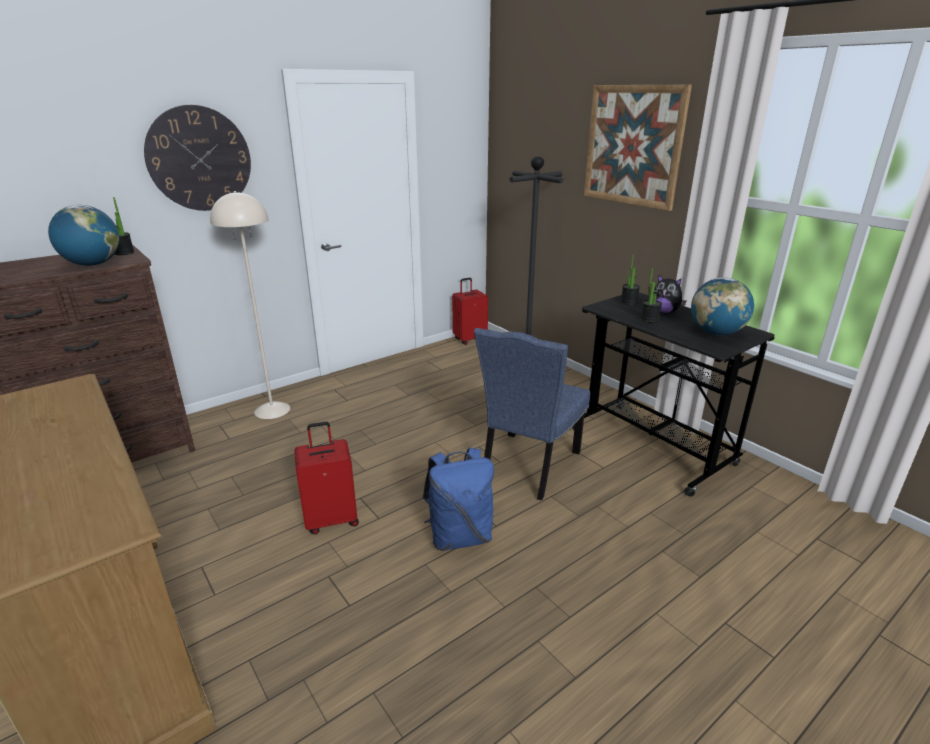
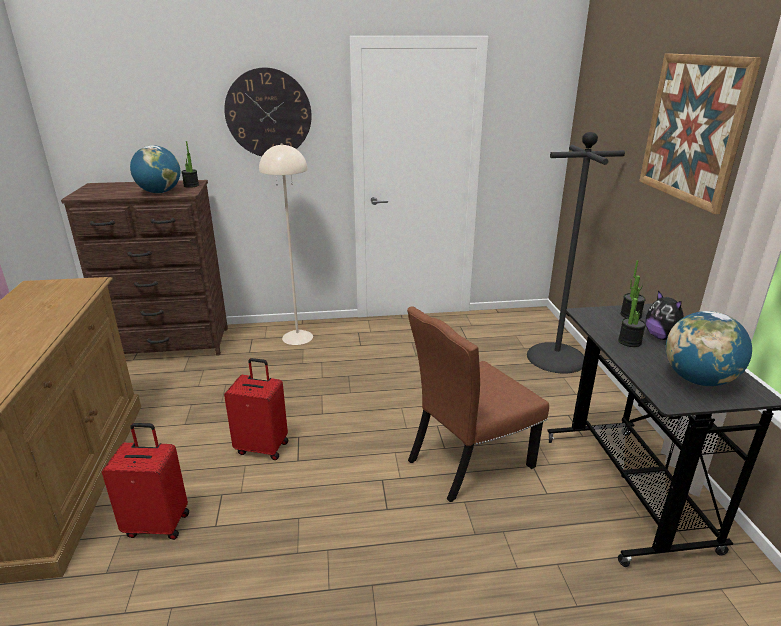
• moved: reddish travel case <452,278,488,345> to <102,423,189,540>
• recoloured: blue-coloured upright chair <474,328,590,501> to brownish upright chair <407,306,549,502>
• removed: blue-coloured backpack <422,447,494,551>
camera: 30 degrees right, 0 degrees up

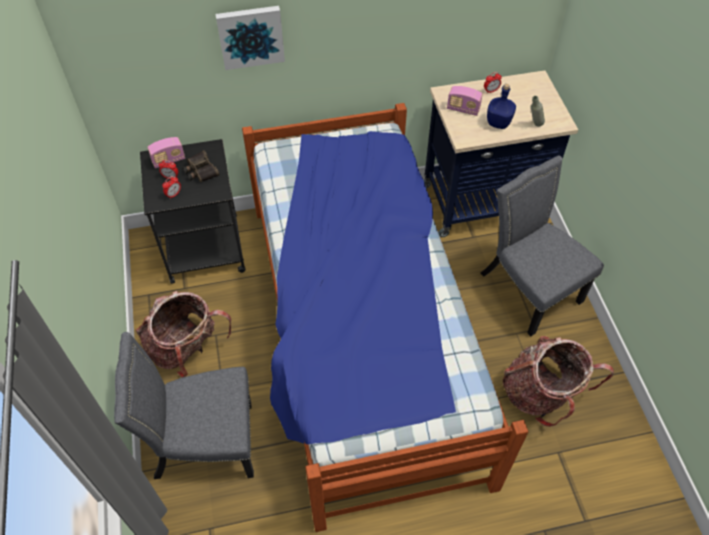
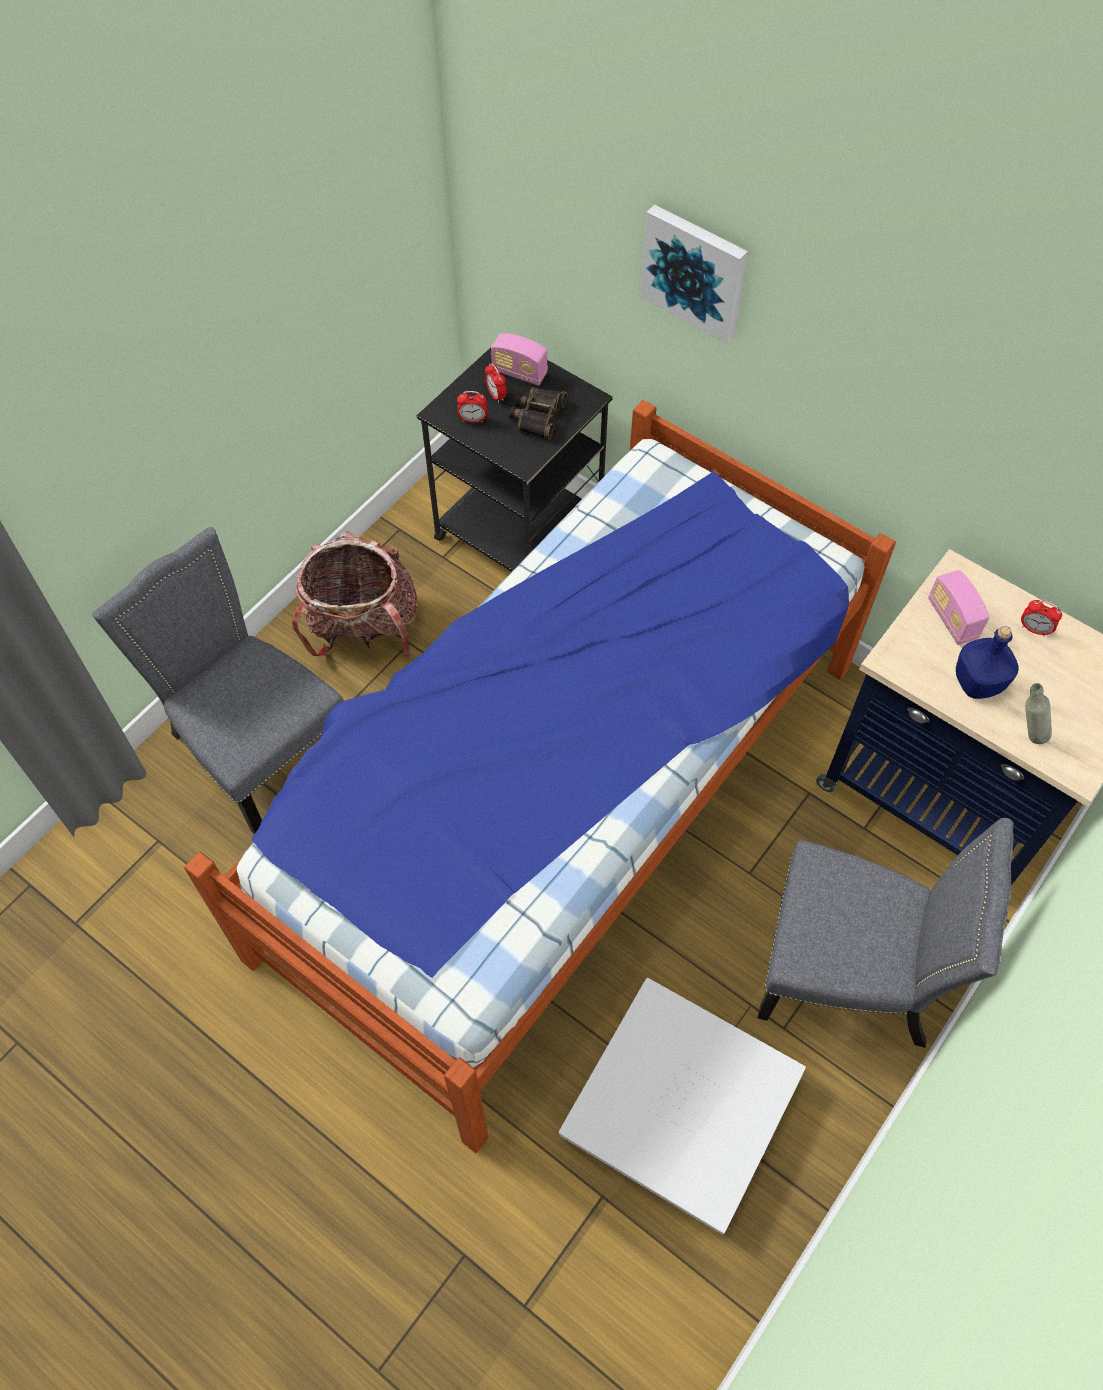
• replaced: backpack <503,336,614,427> to white storage container <559,978,806,1235>
• turned: greyish upright chair <481,155,604,336> = <758,818,1014,1048> 90 degrees clockwise
camera: 50 degrees right, 5 degrees up

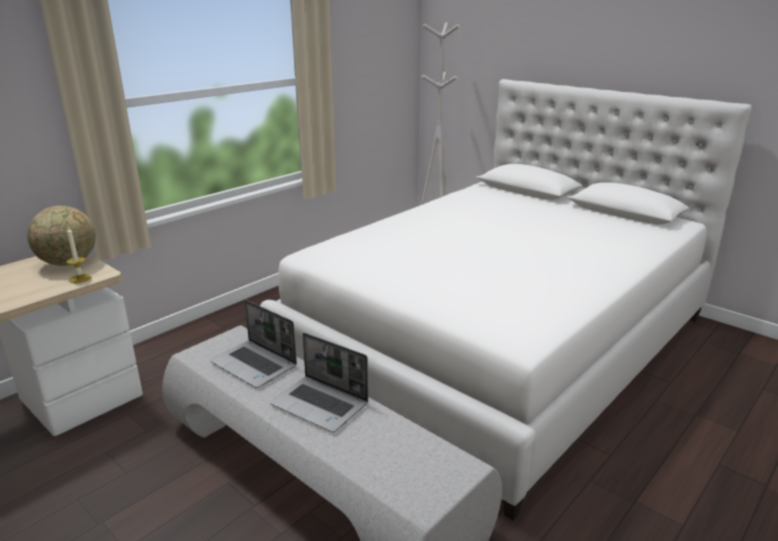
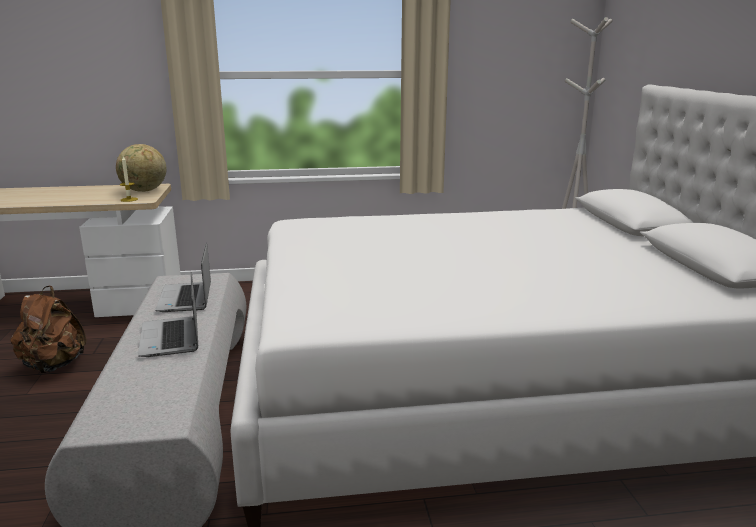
• added: brownish backpack <10,286,86,374>
camera: 40 degrees right, 5 degrees down

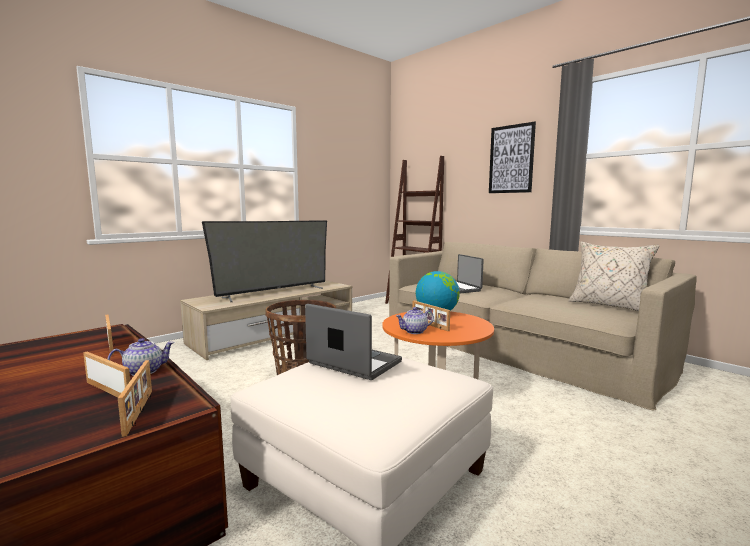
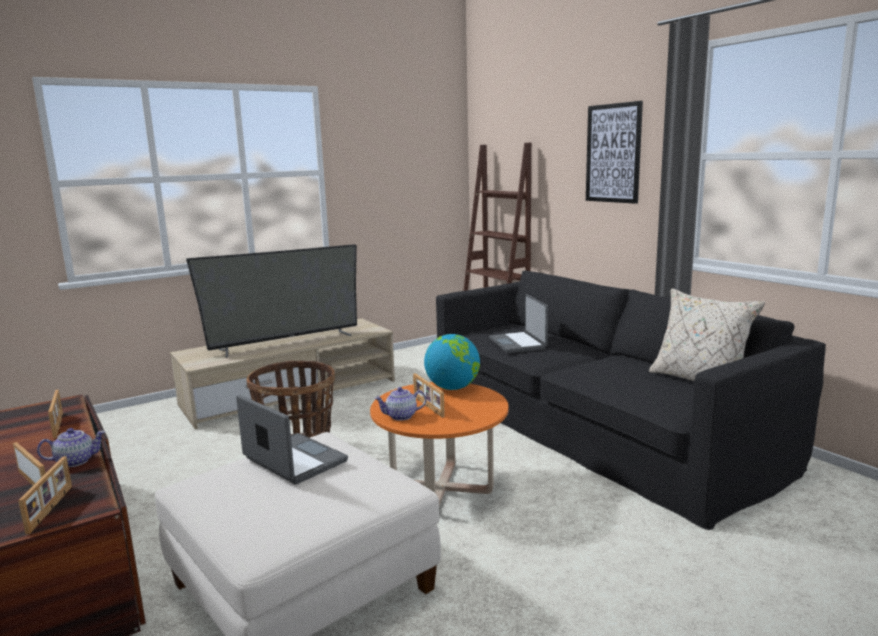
• recoloured: sand-coloured sofa <389,242,697,410> to black-coloured sofa <436,271,826,530>
camera: 10 degrees right, 5 degrees up

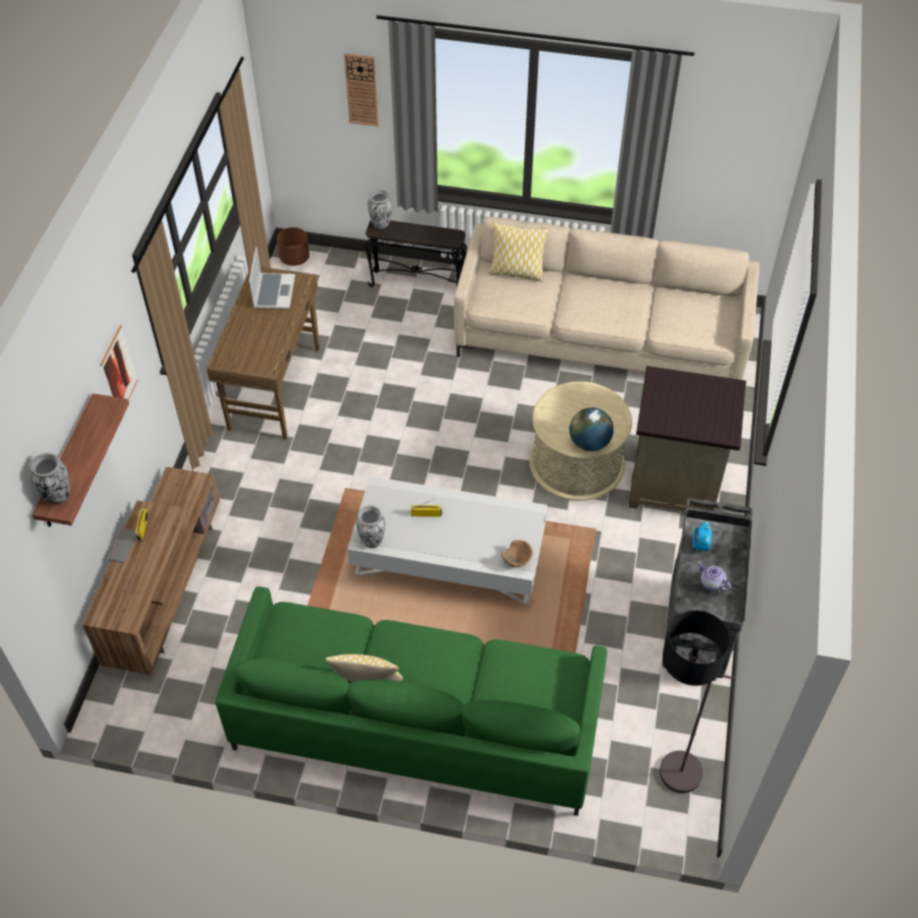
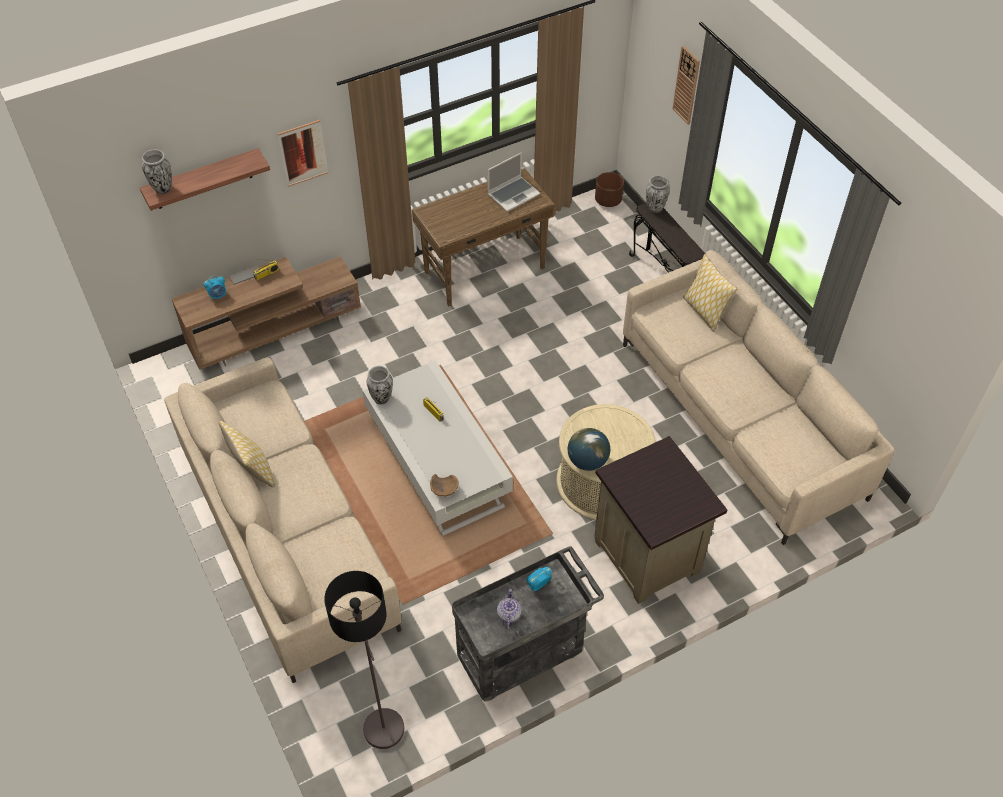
• recoloured: green-coloured sofa <215,586,607,816> to sand-coloured sofa <164,357,401,683>
• added: bedside clock <204,276,227,300>
camera: 50 degrees right, 0 degrees up

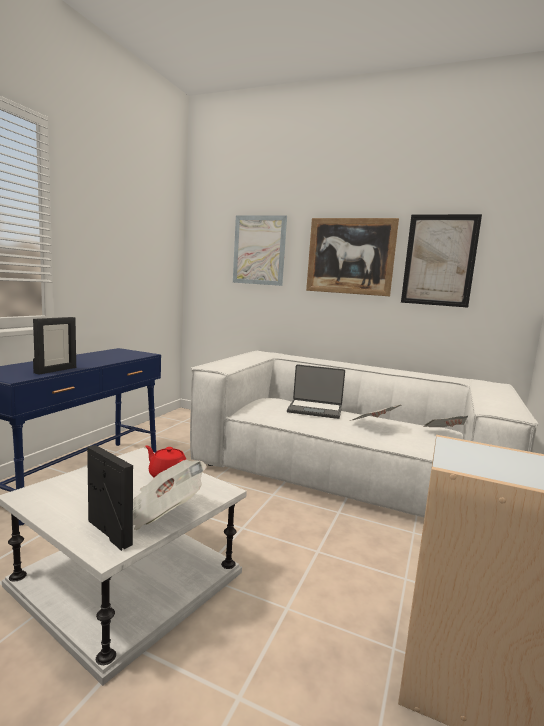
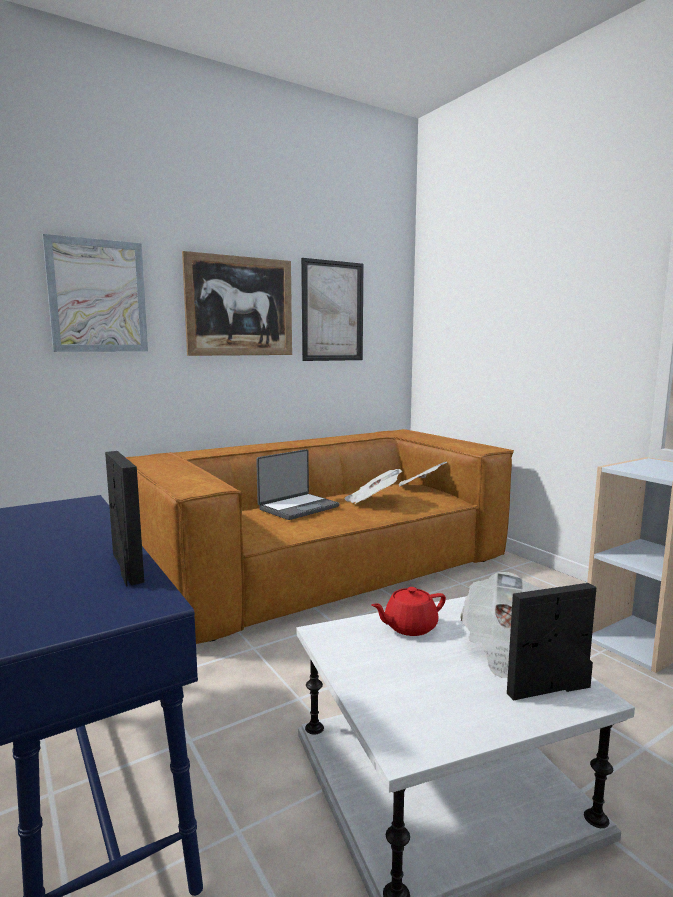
• recoloured: white sofa <190,351,538,517> to brownish sofa <126,429,514,644>
camera: 55 degrees left, 0 degrees up

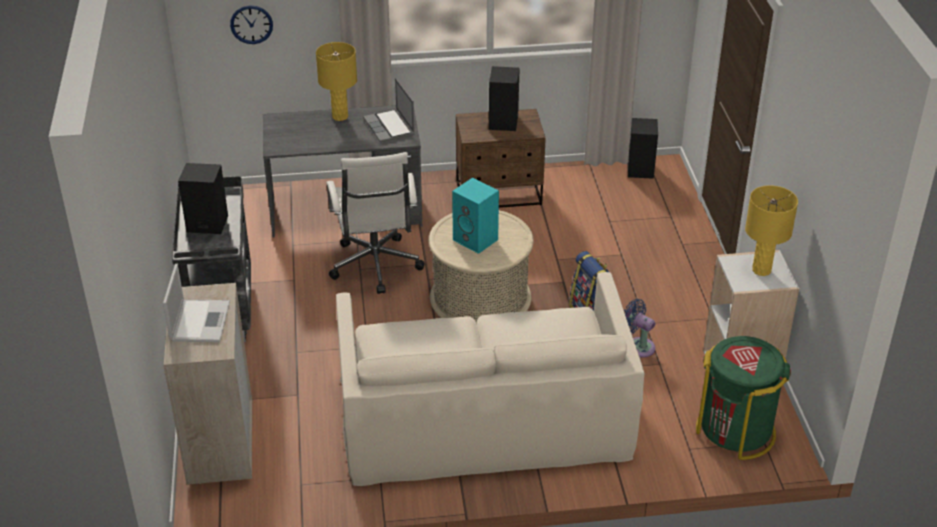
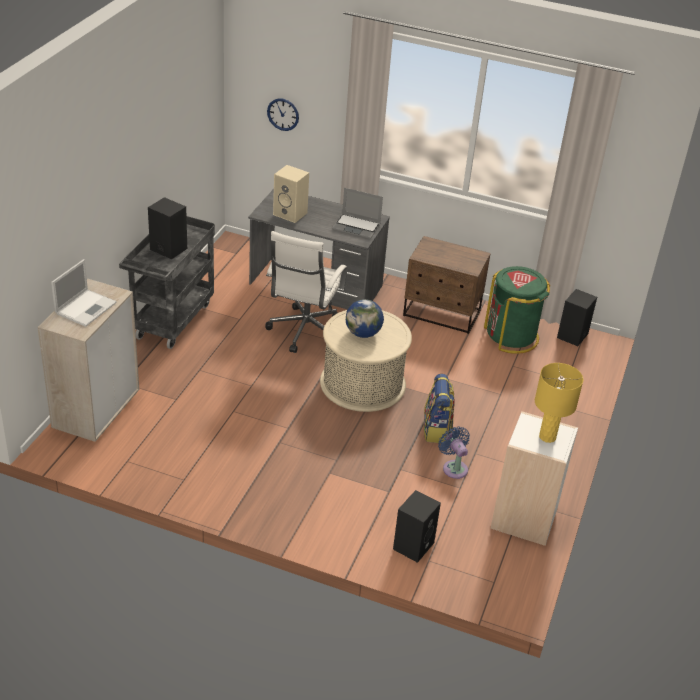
• added: sand-coloured audio speaker <273,165,309,223>
• turned: notebook computer <363,78,415,142> = <332,188,383,239> 75 degrees counterclockwise
• replaced: blue-green audio speaker <452,178,499,254> to desk globe <346,299,384,338>
• moved: black-coloured audio speaker <489,66,520,131> to <393,490,441,563>
• moved: green-coloured waste bin <696,336,791,460> to <484,266,550,354>
• removed: yellow lamp for a table <316,42,357,121>
• removed: sand-coloured sofa <336,272,644,486>
camera: 25 degrees right, 0 degrees up

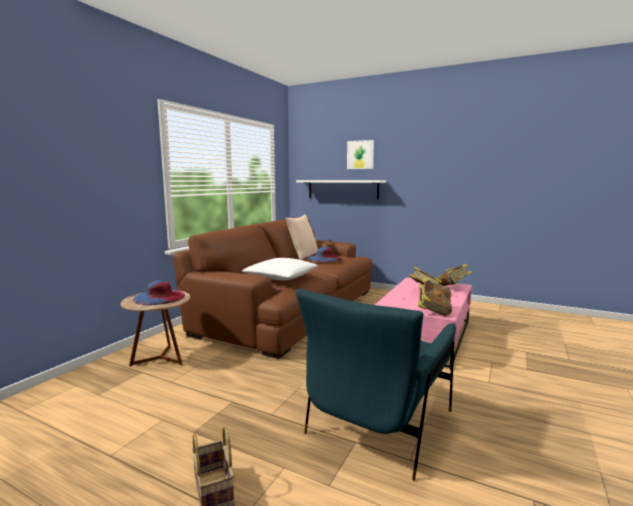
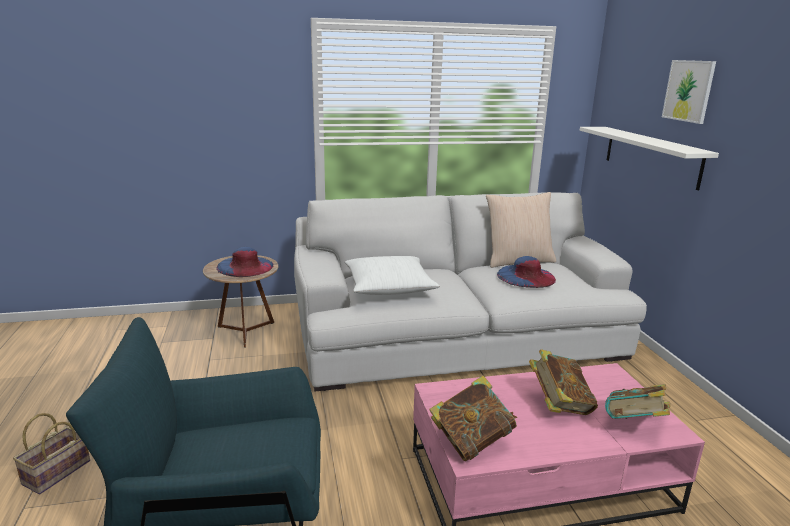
• recoloured: brownish sofa <173,217,373,359> to white sofa <294,193,647,392>
camera: 50 degrees right, 10 degrees up

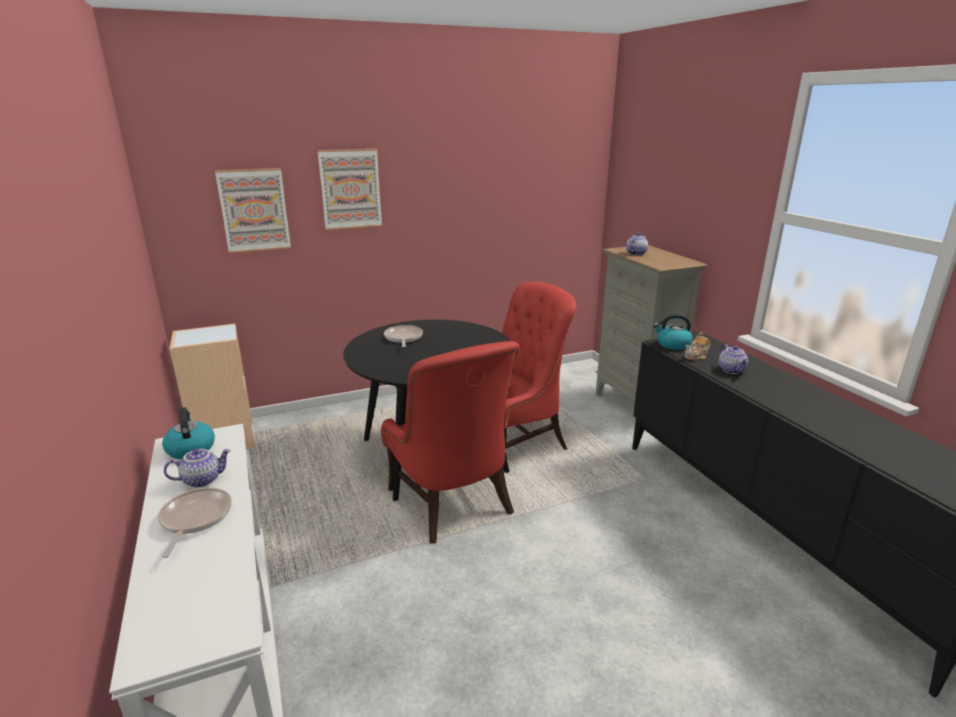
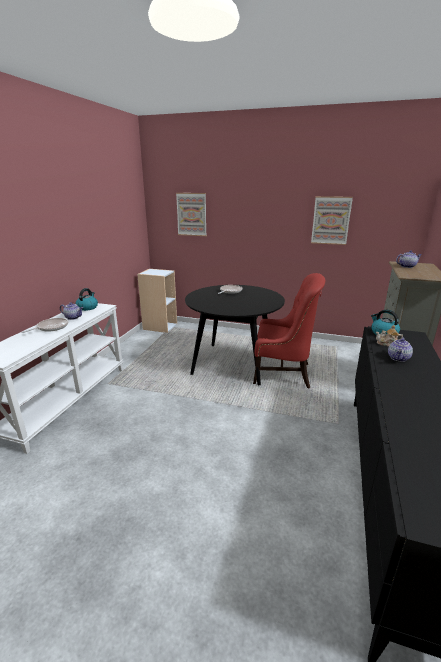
• moved: wall art <317,149,382,230> to <311,196,353,245>
• removed: reddish upright chair <381,341,520,544>
camera: 40 degrees right, 0 degrees up

